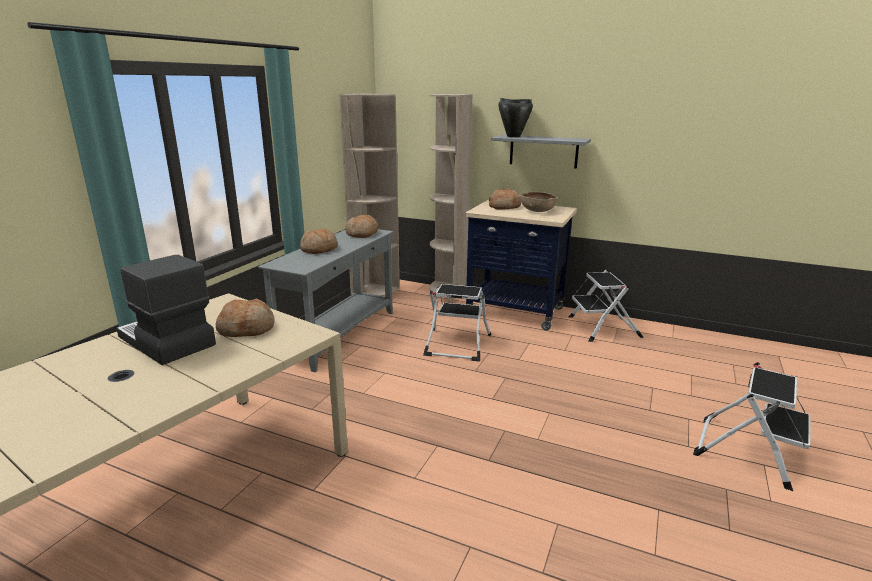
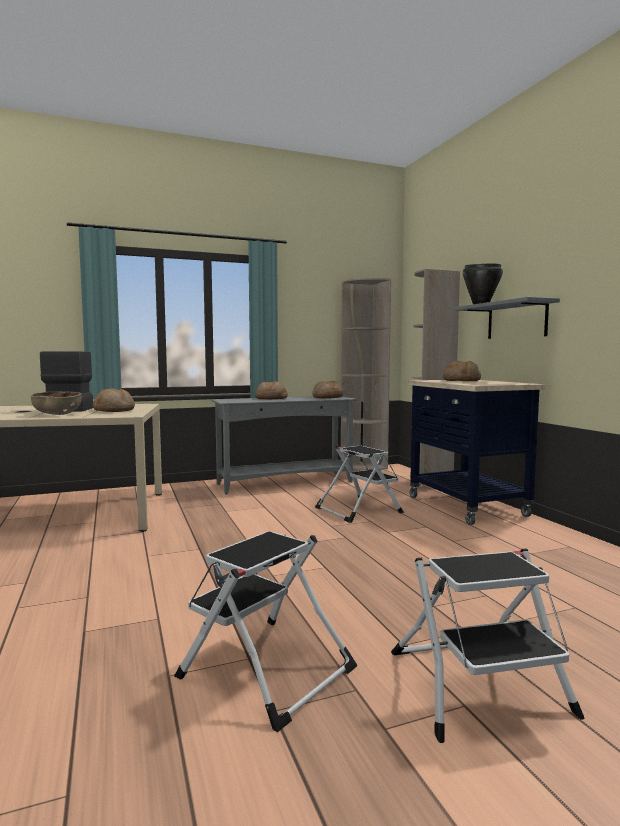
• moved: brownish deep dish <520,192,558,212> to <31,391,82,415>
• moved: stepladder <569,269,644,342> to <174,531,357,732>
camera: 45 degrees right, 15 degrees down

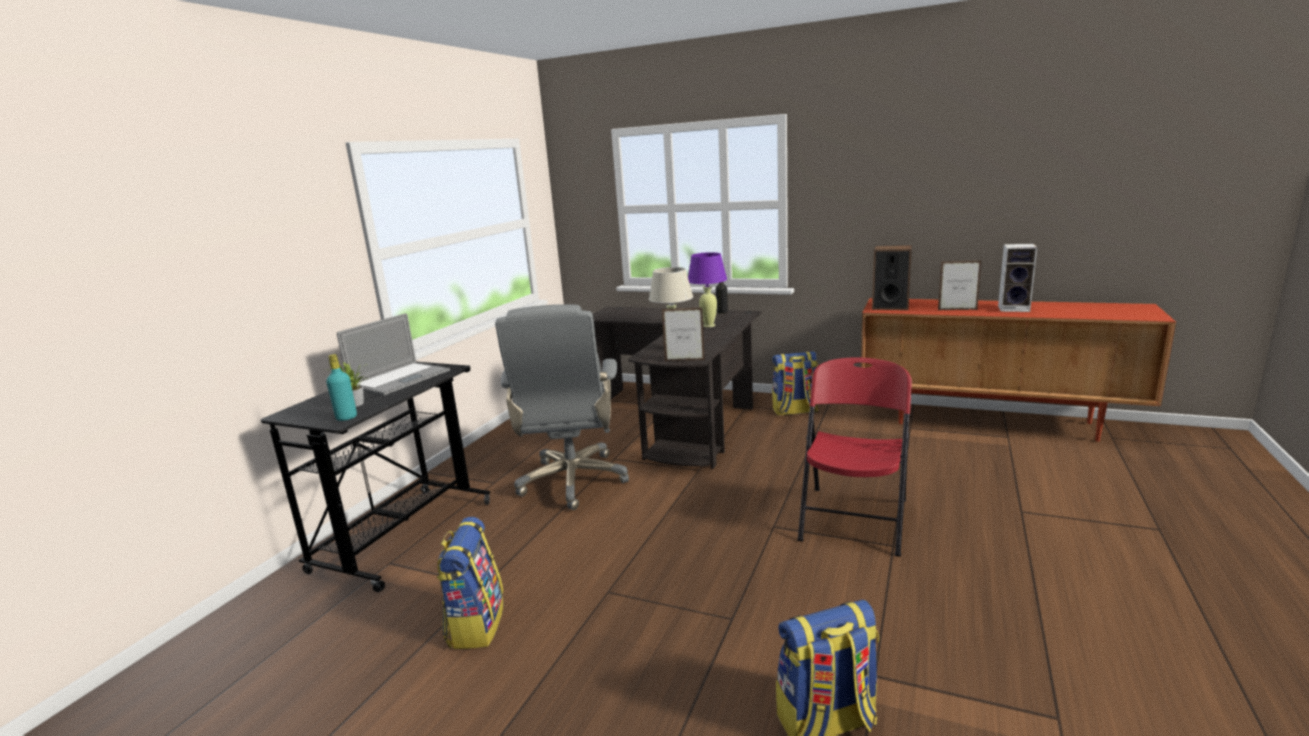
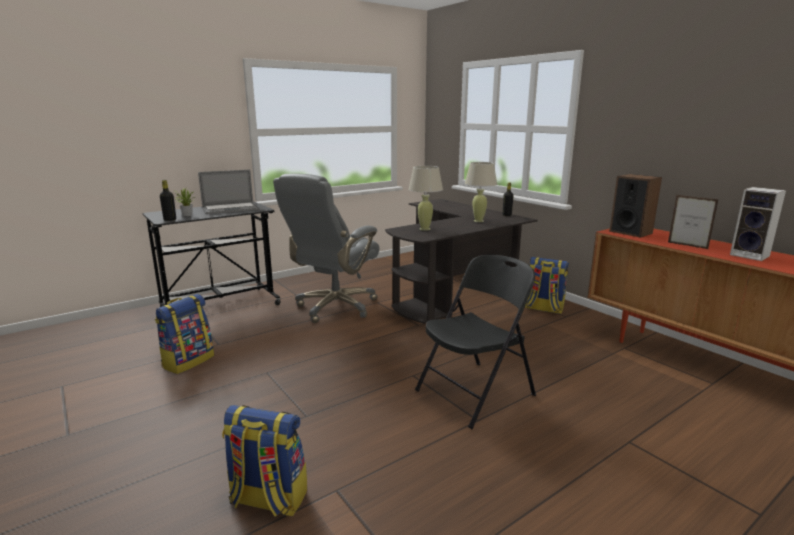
• recoloured: blue-green bottle <326,354,357,421> to black-coloured bottle <160,180,176,221>
• recoloured: reddish upright chair <797,358,912,557> to black-coloured upright chair <415,255,536,429>
• recoloured: purple-coloured lamp for a table <688,252,727,327> to sand-coloured lamp for a table <465,162,497,222>
• removed: picture frame <662,307,705,361>
camera: 30 degrees right, 0 degrees up

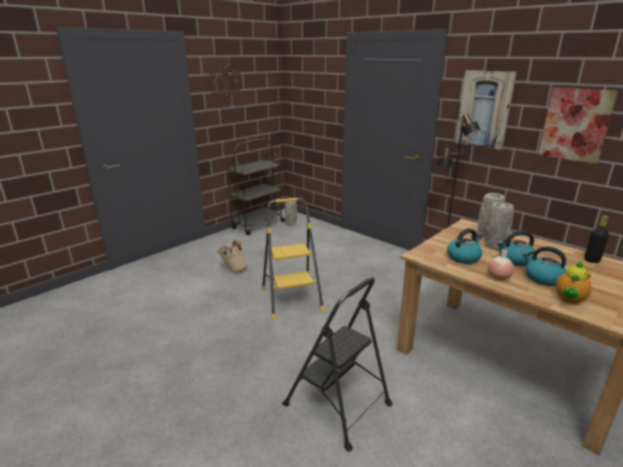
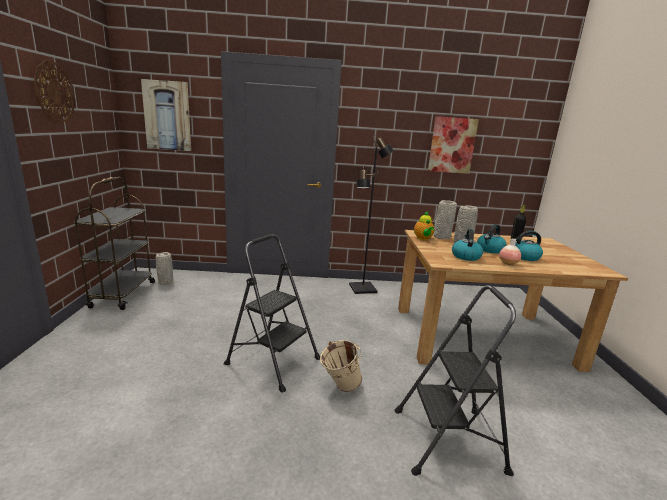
• moved: wall art <455,70,517,150> to <141,79,191,151>
• recoloured: yellow stepladder <261,198,325,319> to black-coloured stepladder <224,235,320,393>
• moved: sand-coloured water bucket <217,239,247,273> to <320,340,362,392>
• moved: tea pot <556,261,592,304> to <414,211,434,240>
camera: 45 degrees left, 5 degrees down

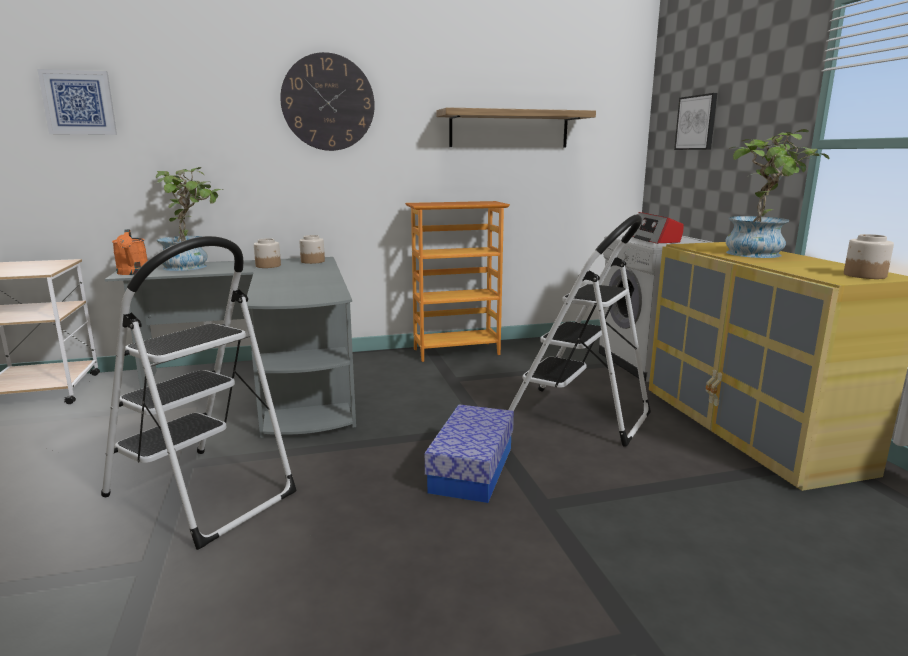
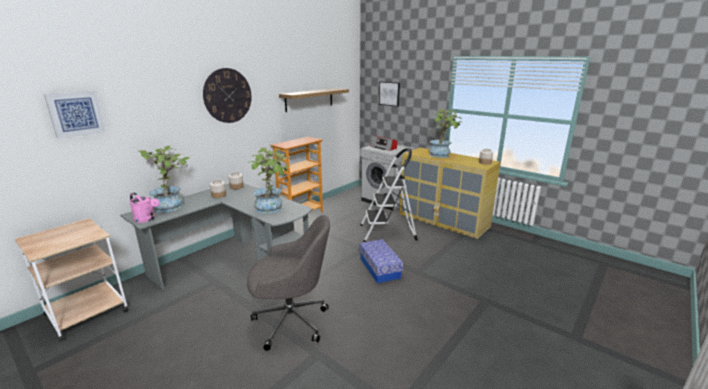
• recoloured: orange-coloured watering can <112,229,148,275> to pink-coloured watering can <129,193,159,223>
• added: plant in a pot <247,148,291,214>
• replaced: stepladder <101,236,297,550> to greyish computer chair <247,215,330,351>
camera: 35 degrees left, 5 degrees up

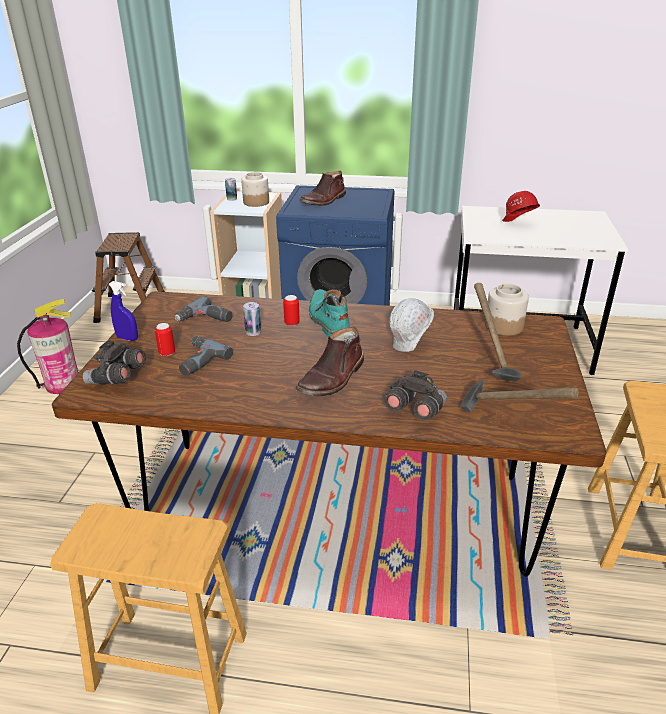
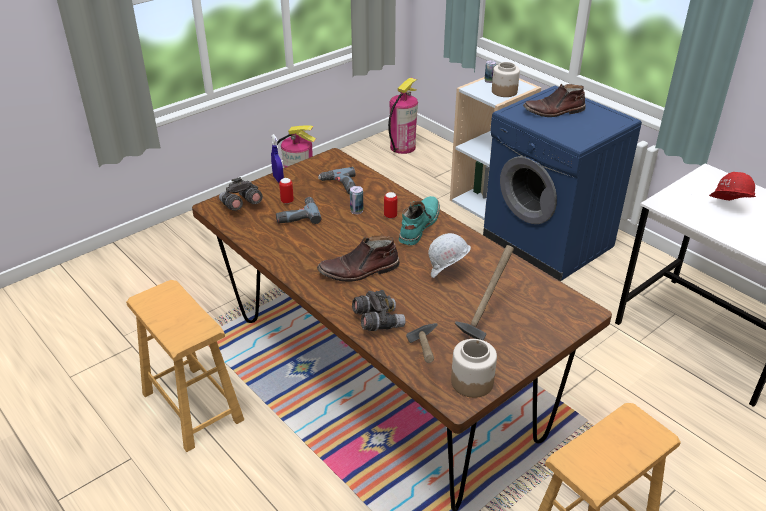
• replaced: brownish stepladder <92,232,165,323> to extinguisher <388,78,418,154>
• moved: preserve jar <485,284,529,336> to <451,339,497,398>
camera: 40 degrees right, 5 degrees up

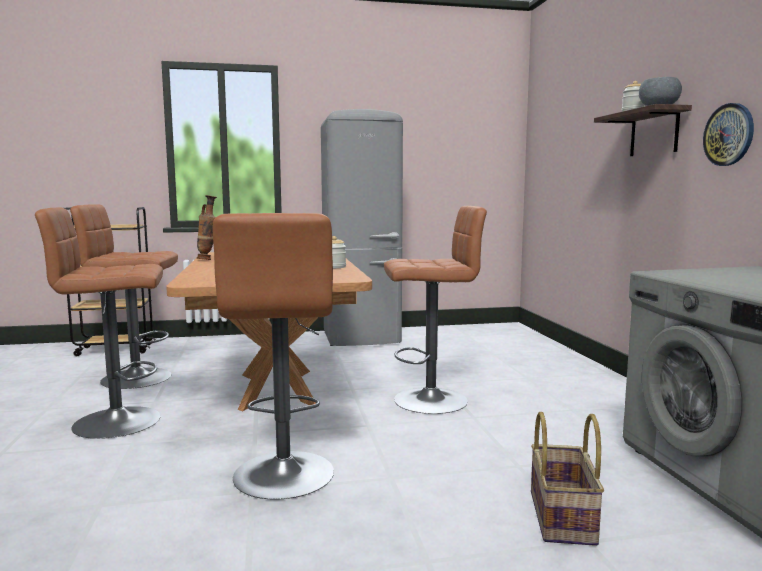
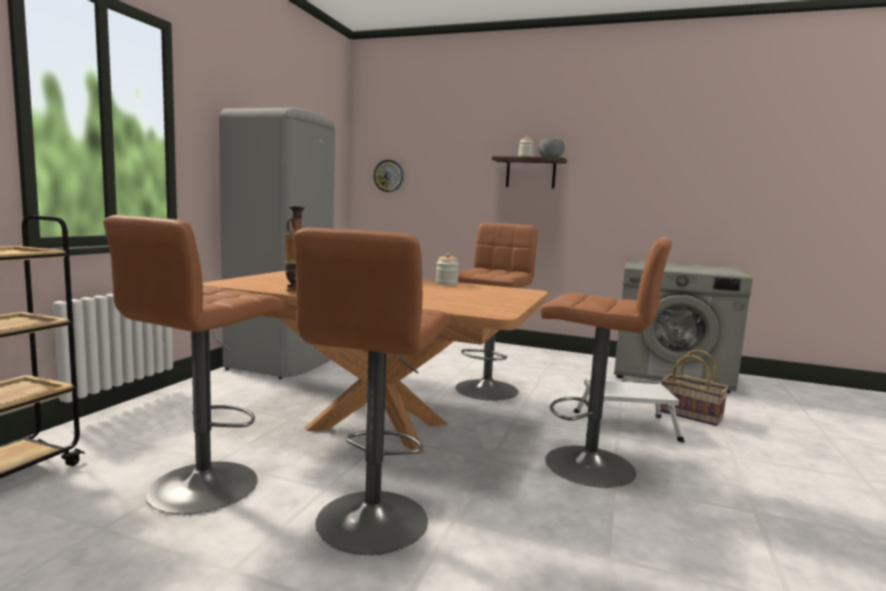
• moved: hanging clock <703,103,754,166> to <374,160,403,192>
• added: white stepladder <573,379,685,443>
camera: 60 degrees left, 0 degrees up

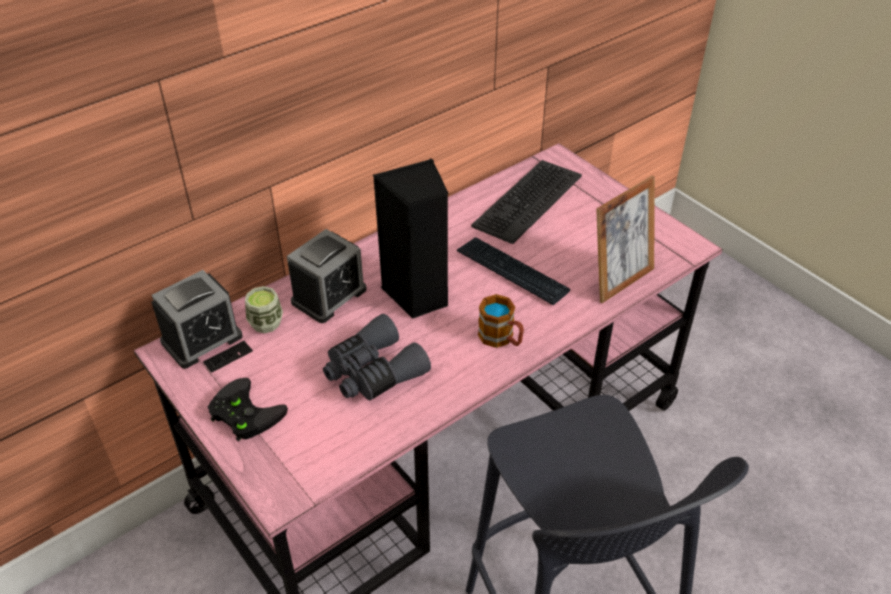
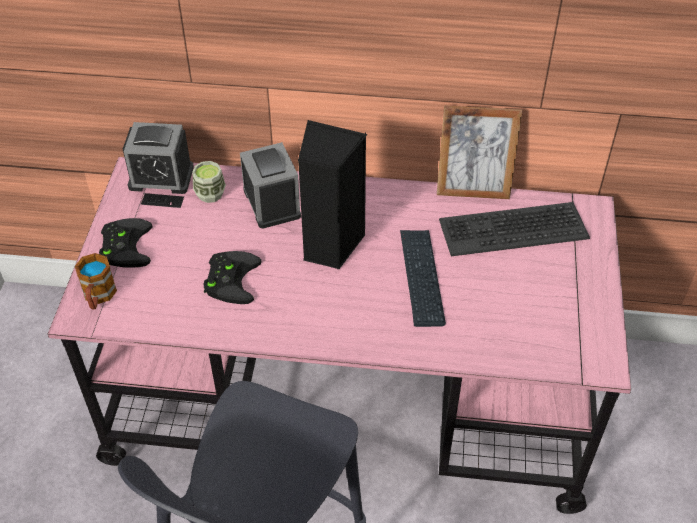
• moved: tea mug <478,294,524,348> to <75,253,117,310>
• replaced: greyish field glasses <323,314,431,400> to black-coloured gamepad <203,251,262,304>
• turned: bedside clock <287,229,367,323> = <240,142,301,229> 105 degrees counterclockwise
• moved: picture frame <596,176,655,303> to <437,106,522,199>
camera: 45 degrees right, 5 degrees up

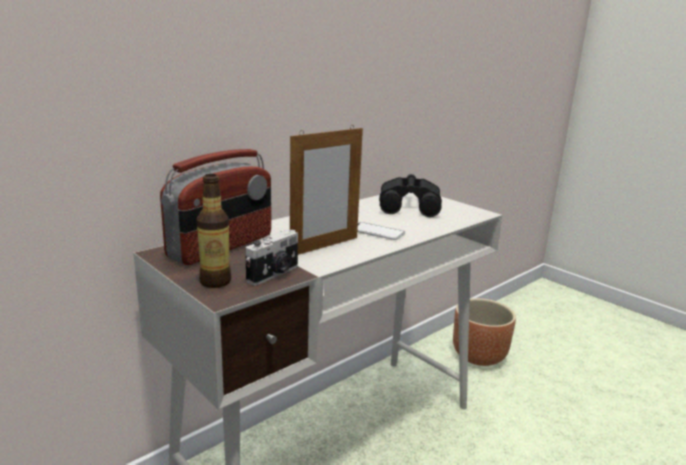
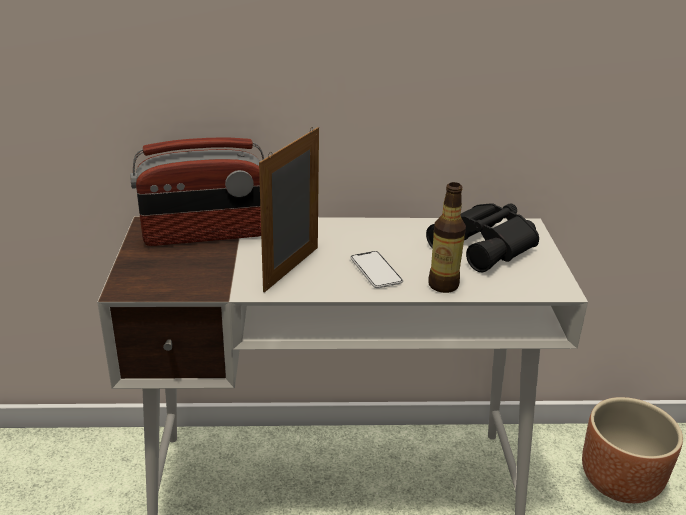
• turned: picture frame <290,125,363,255> = <259,127,319,293> 120 degrees clockwise
• moved: bottle <197,174,231,288> to <428,182,466,293>
• removed: still camera <245,229,298,286>
camera: 40 degrees right, 10 degrees up

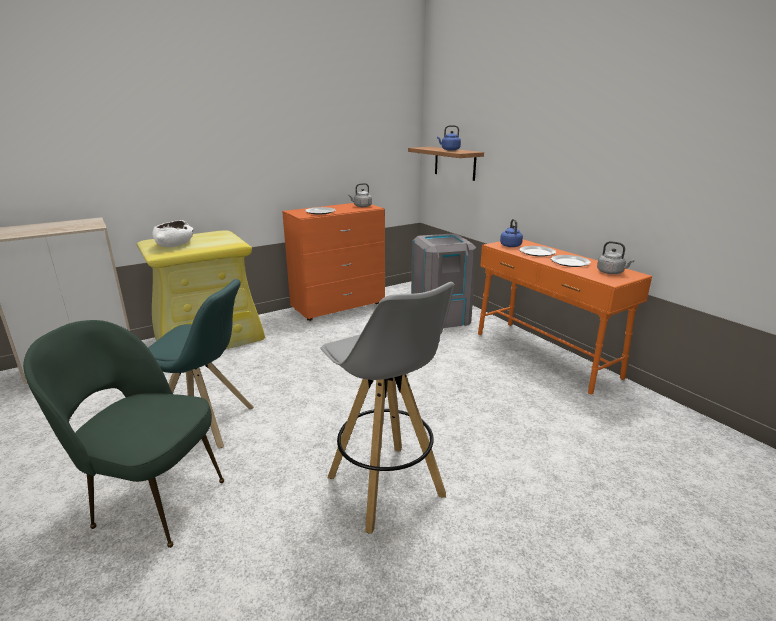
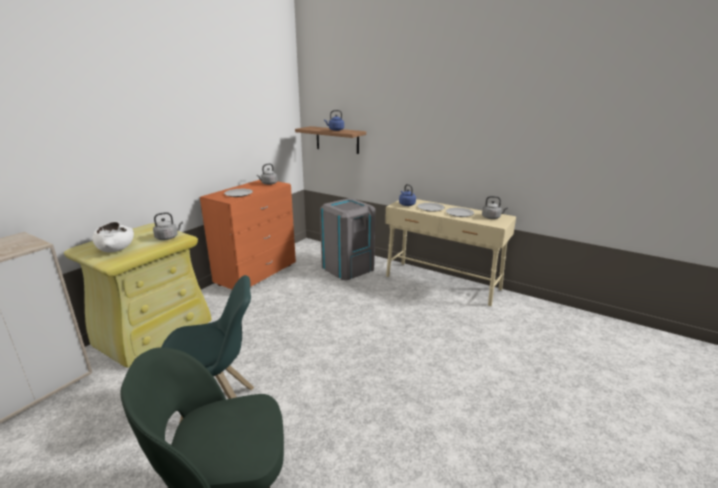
• added: greyish kettle <153,212,183,240>
• recoloured: orange-coloured console table <478,240,652,395> to sand-coloured console table <385,199,516,306>
• removed: greyish stool seat <320,282,455,534>
camera: 25 degrees left, 0 degrees up

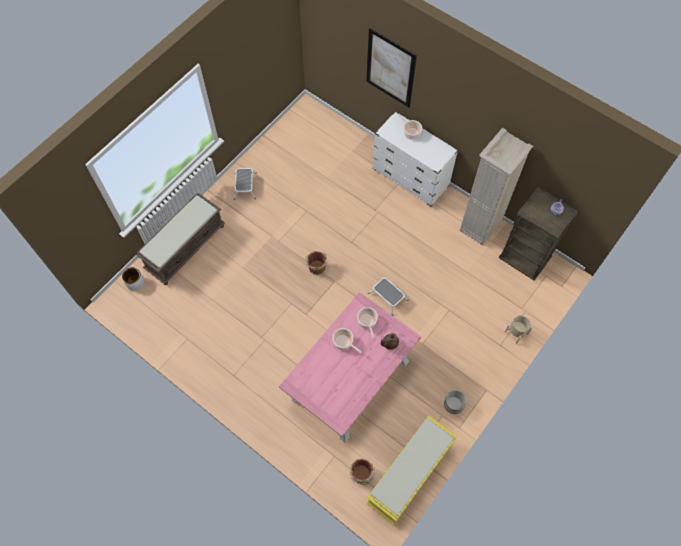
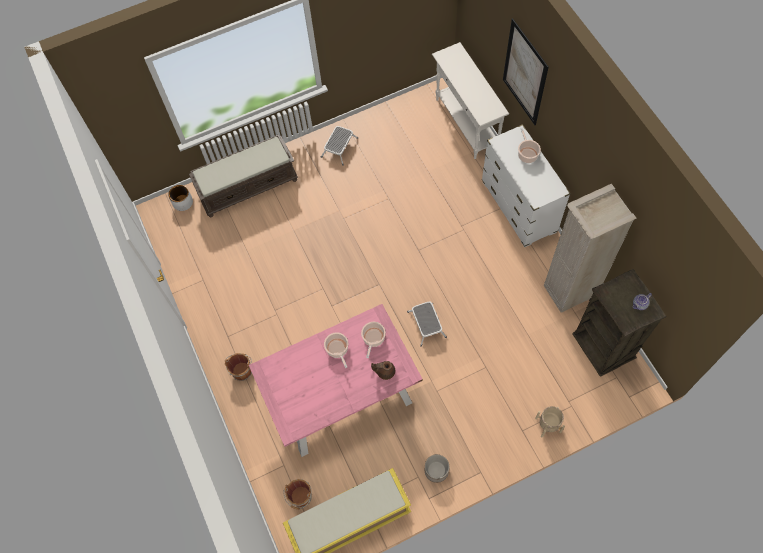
• moved: brownish water bucket <305,251,327,275> to <225,353,252,381>
• added: white console table <432,42,509,159>
camera: 30 degrees right, 0 degrees up

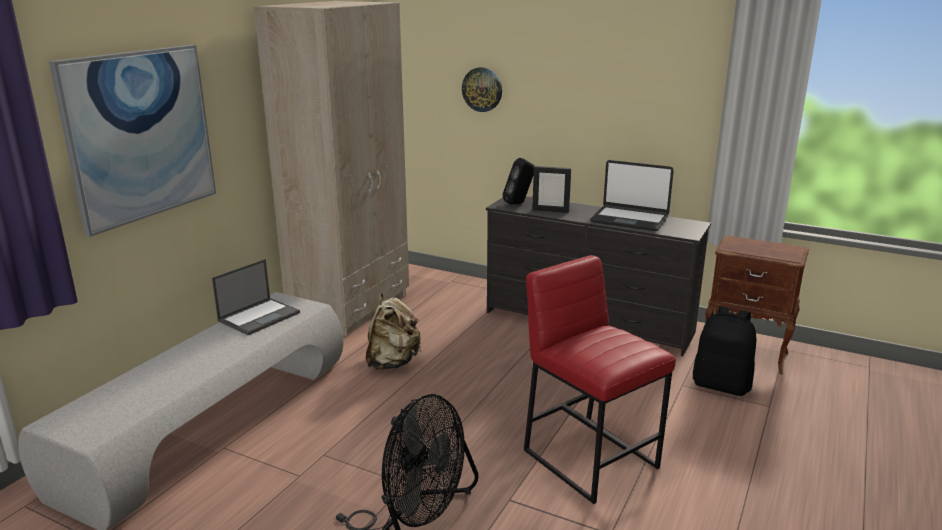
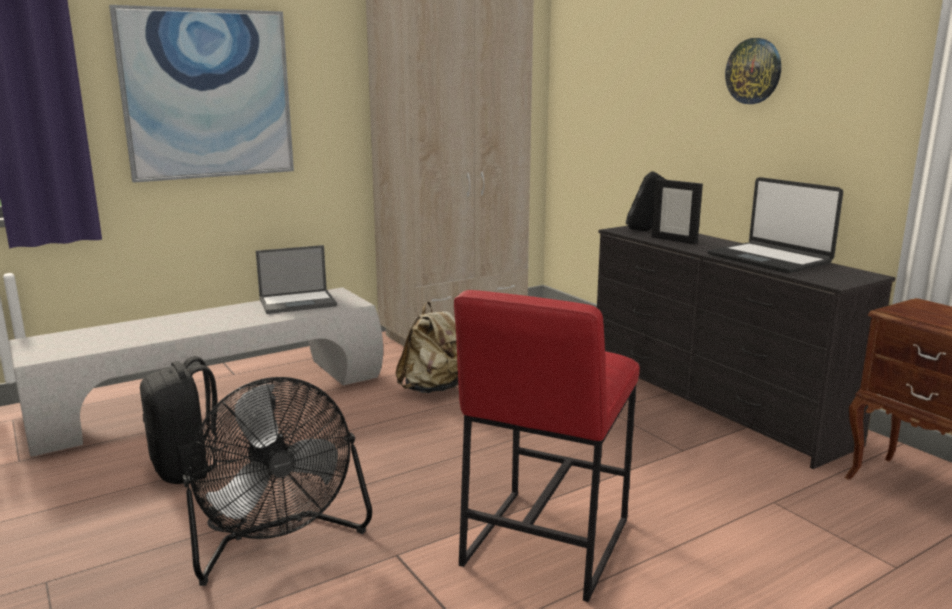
• moved: black-coloured backpack <693,307,756,396> to <140,356,237,484>
• turned: reddish upright chair <524,255,676,504> = <454,290,640,602> 150 degrees counterclockwise
• moved: hanging clock <462,67,502,112> to <725,38,781,104>
camera: 30 degrees right, 5 degrees down

